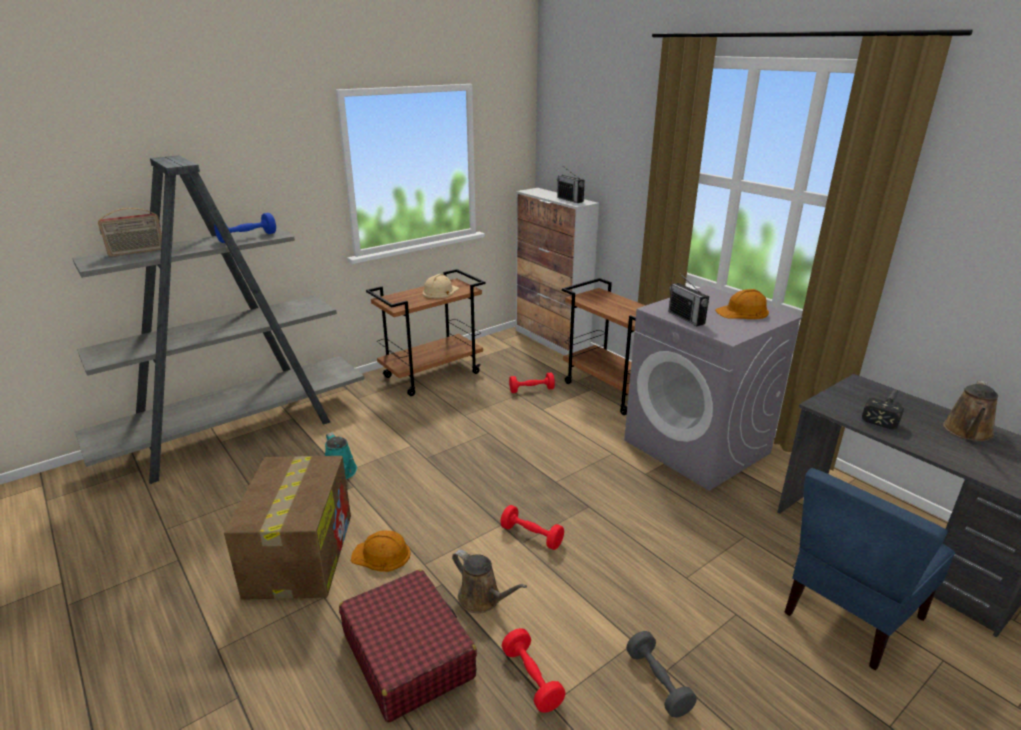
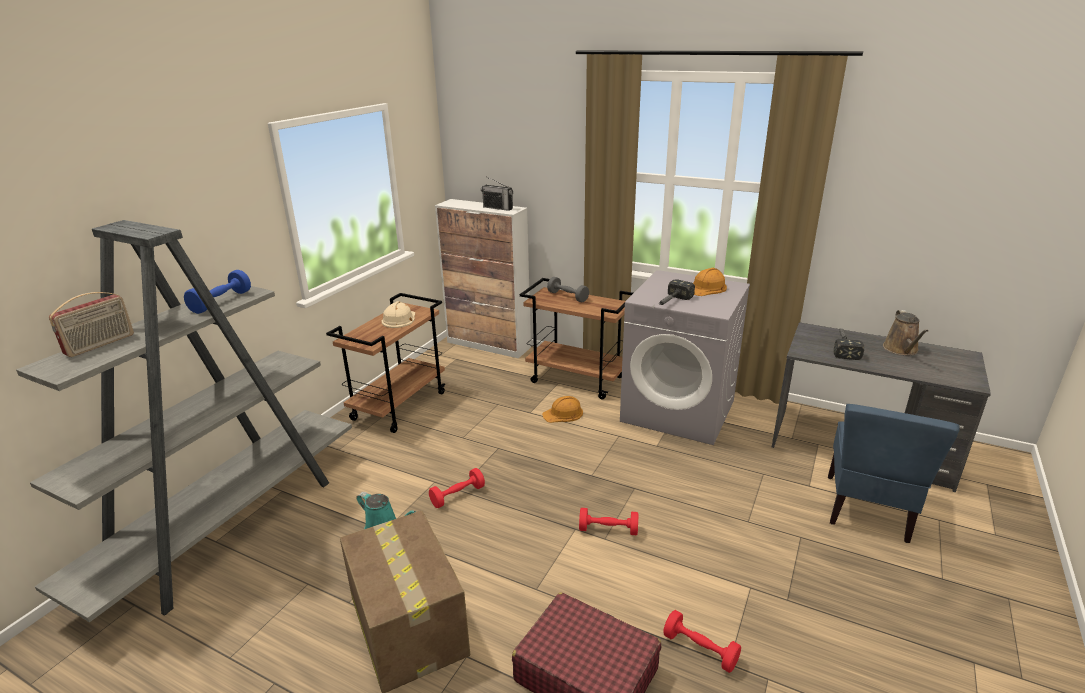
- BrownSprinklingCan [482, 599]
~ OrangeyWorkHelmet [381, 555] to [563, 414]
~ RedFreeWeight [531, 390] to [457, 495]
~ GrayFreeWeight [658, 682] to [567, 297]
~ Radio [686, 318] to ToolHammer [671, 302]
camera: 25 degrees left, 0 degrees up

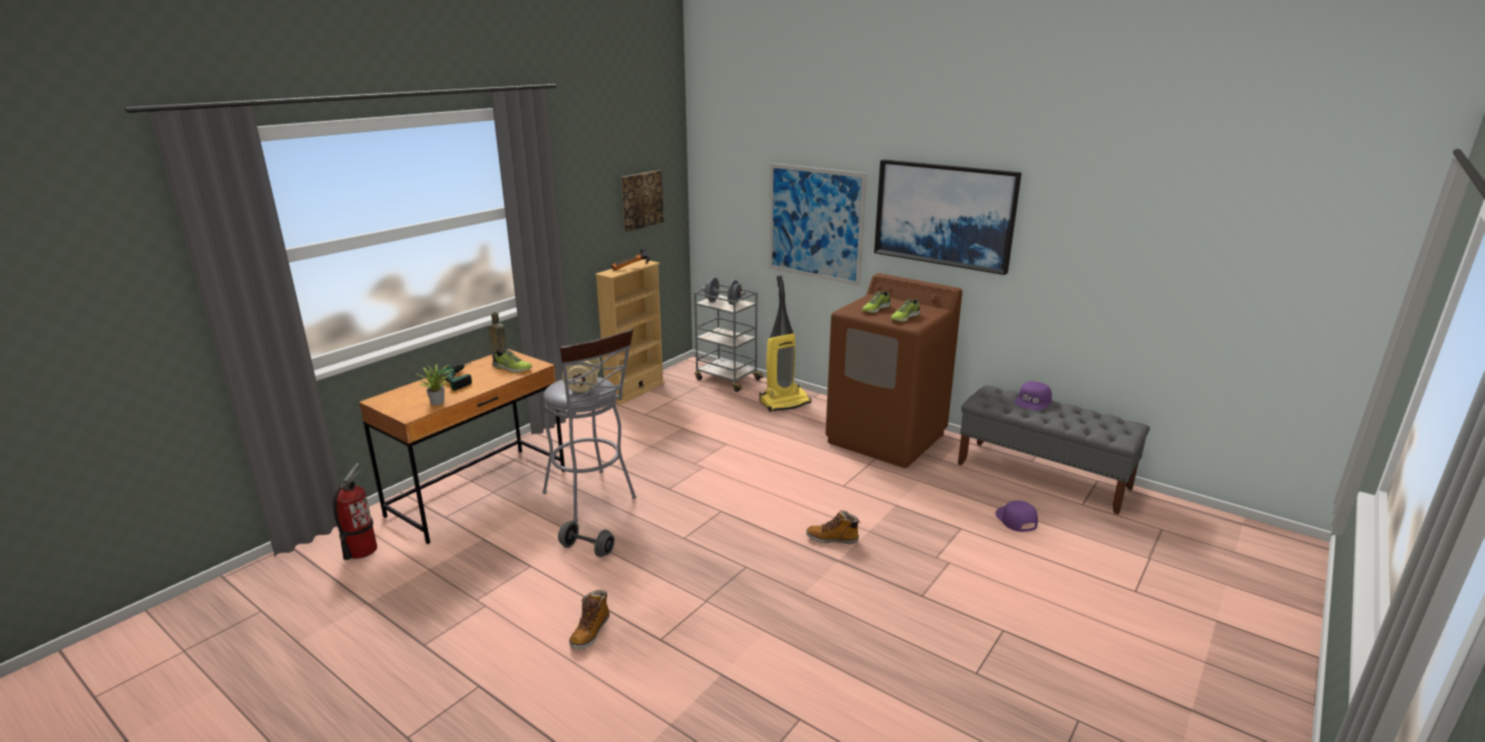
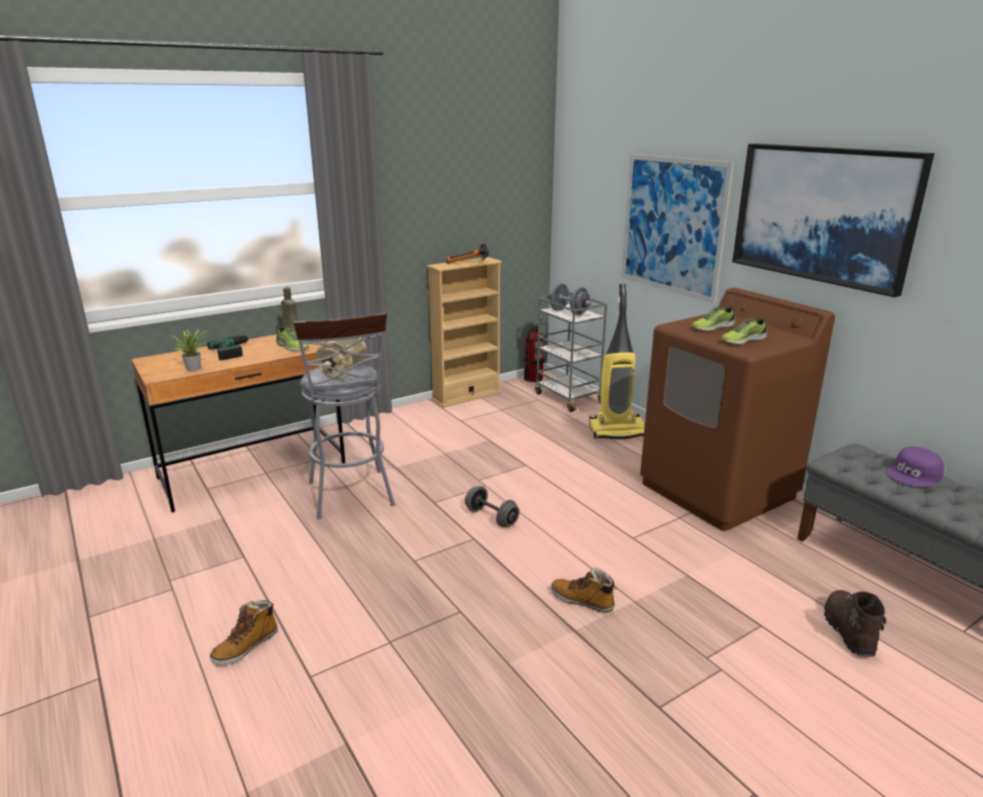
- WallArt [641, 200]
~ FireExtinguisher [361, 550] to [532, 378]
~ GrayFreeWeight [587, 550] to [491, 518]
~ PurplishBaseballCap [1015, 519] to BrownHighTopBoot [847, 631]
camera: 20 degrees right, 0 degrees up

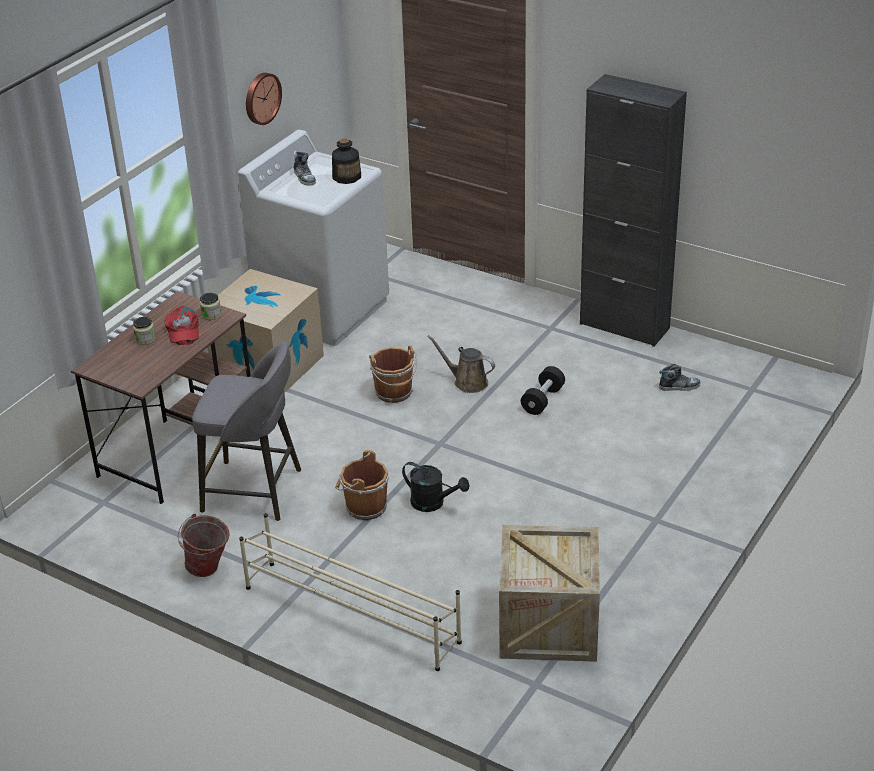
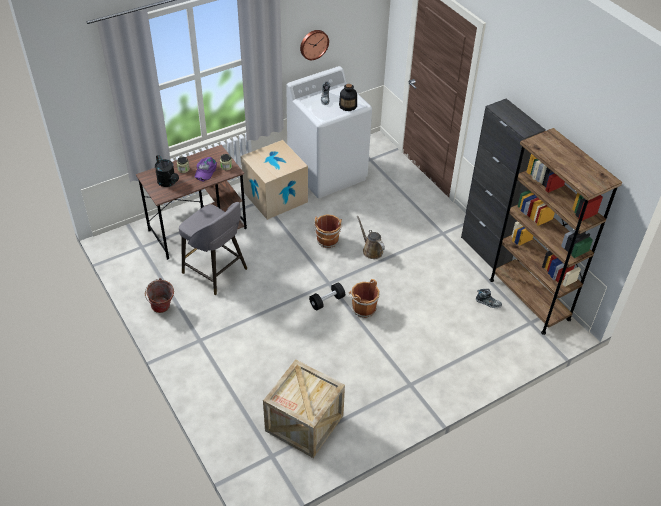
- BeigeColouredShoeRack [350, 614]
+ BrownBookshelf [529, 299]
~ BrownBucket [364, 507] to [363, 308]
~ BlackColouredSprinklingCan [433, 503] to [168, 183]
~ BlackColouredFreeWeight [542, 400] to [327, 301]
~ RedBaseballCap [182, 330] to PurplishBaseballCap [205, 171]
camera: 25 degrees right, 10 degrees up

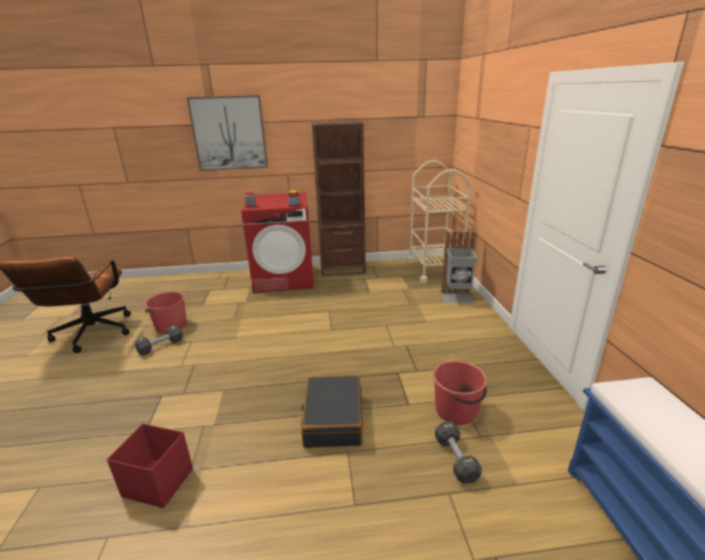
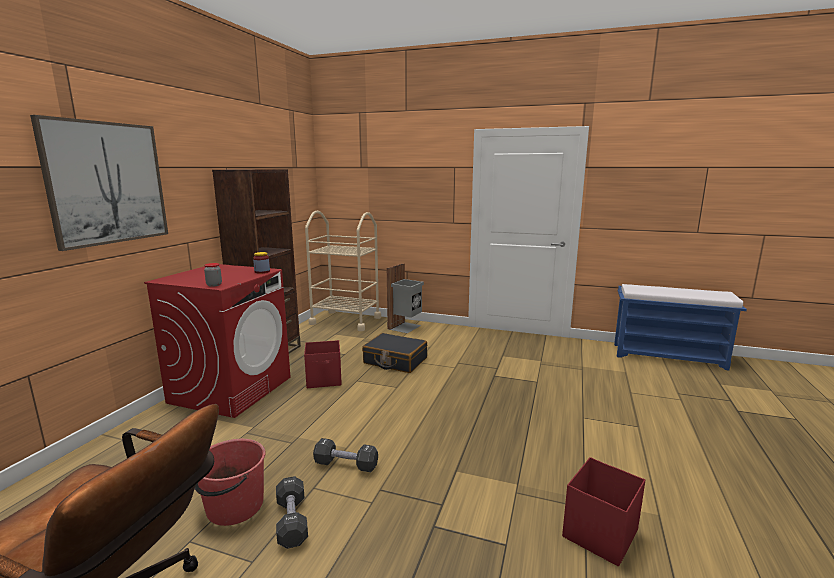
- RedBucket [457, 410]
+ RedStorageBin [324, 380]
~ BlackColouredTravelCase [333, 419] to [395, 361]
~ BlackColouredFreeWeight [456, 459] to [346, 465]
camera: 65 degrees left, 10 degrees down

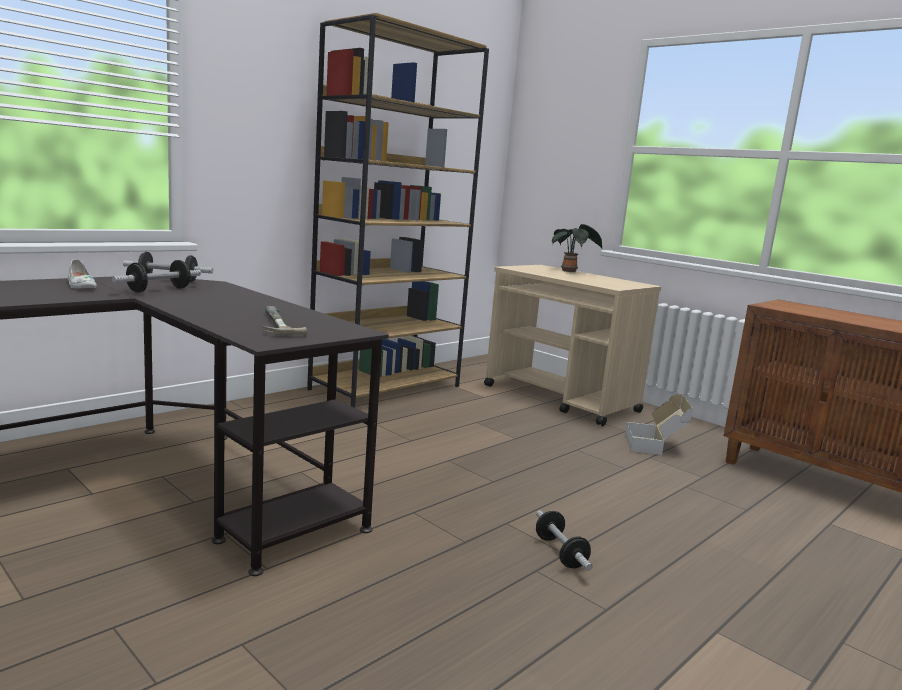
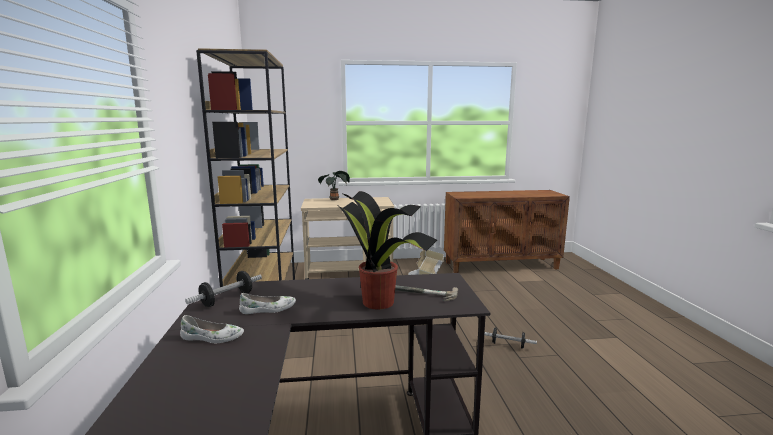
+ Houseplant [379, 303]
~ FreeWeight [159, 290] to WhitishShoe [268, 309]
camera: 50 degrees left, 0 degrees up

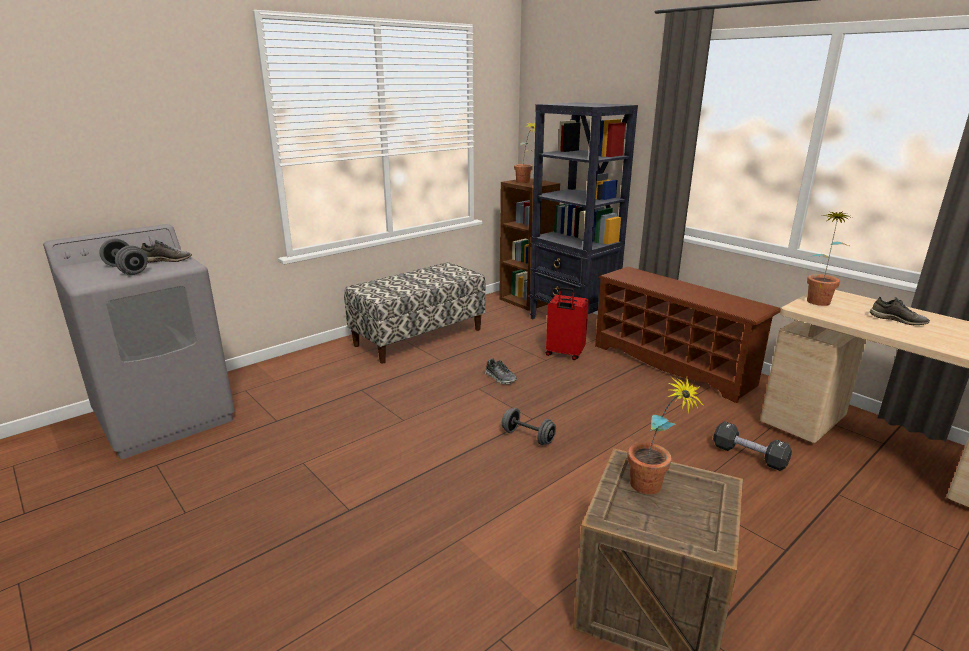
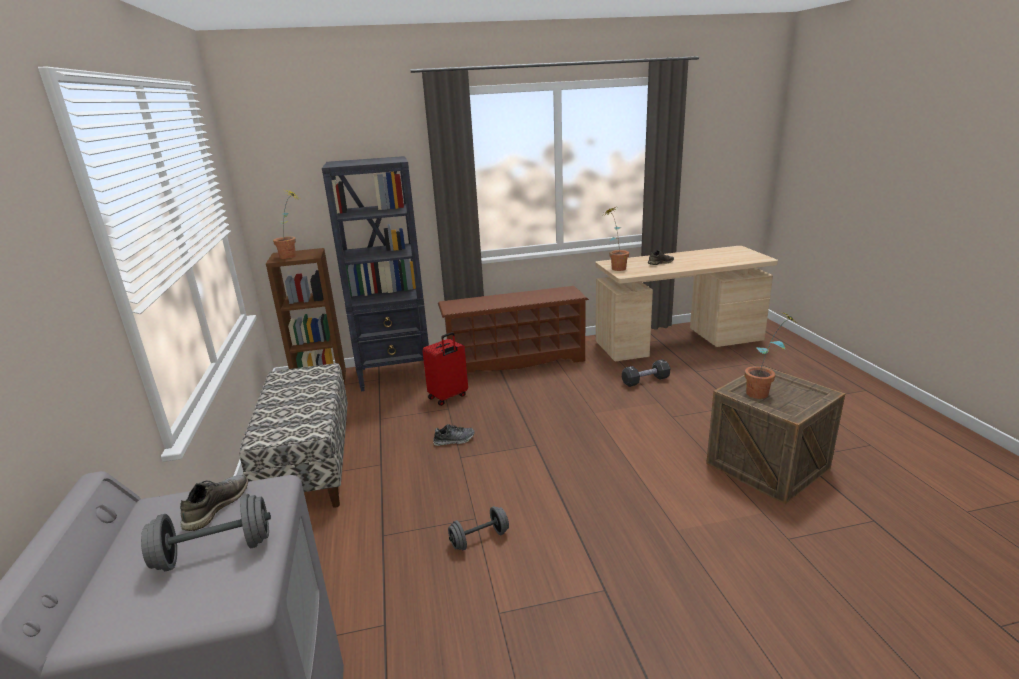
~ GrayFreeWeight [528, 437] to [479, 539]
camera: 60 degrees left, 0 degrees up

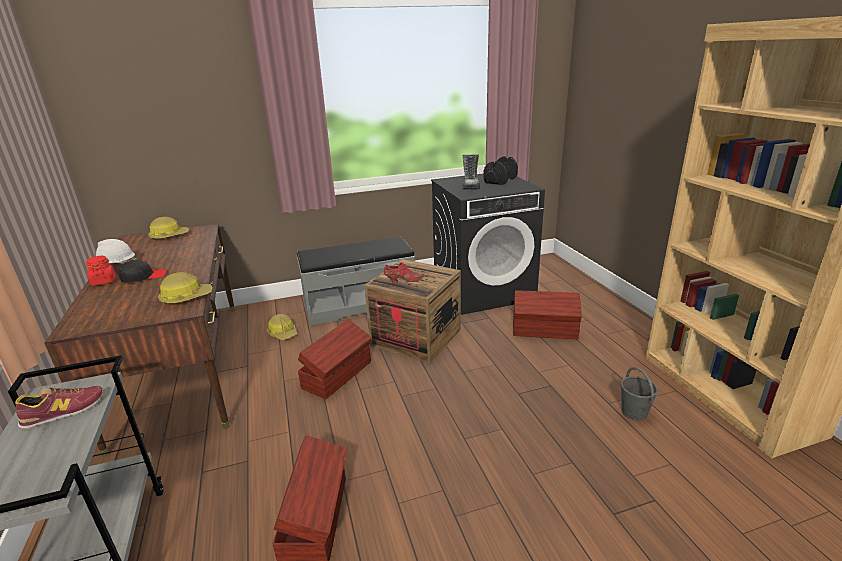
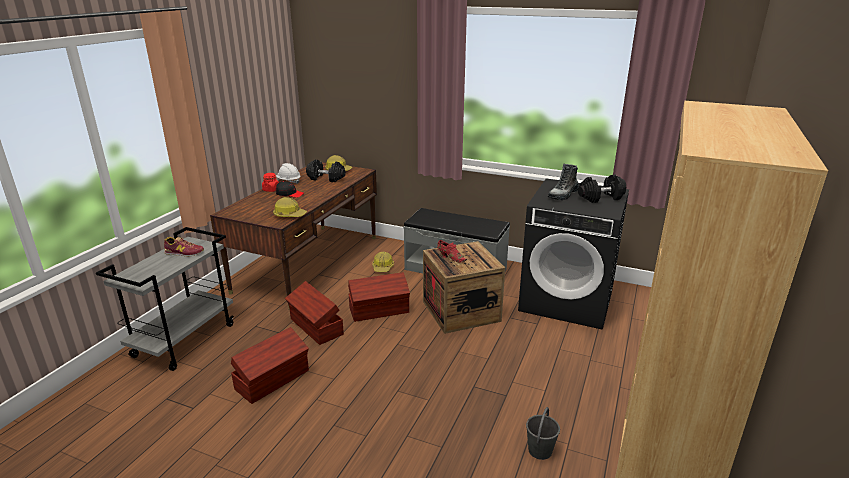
+ BlackColouredFreeWeight [326, 178]
~ BrownStorageBin [545, 330] to [316, 327]
camera: 40 degrees right, 0 degrees up

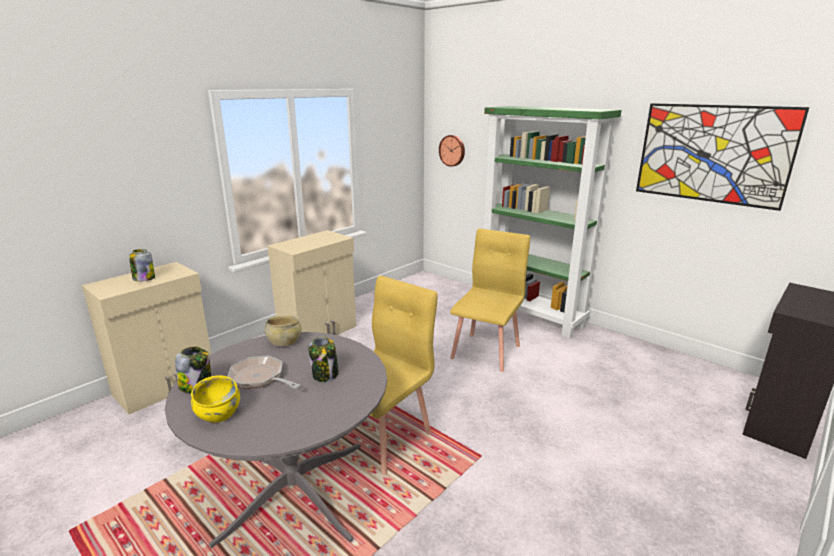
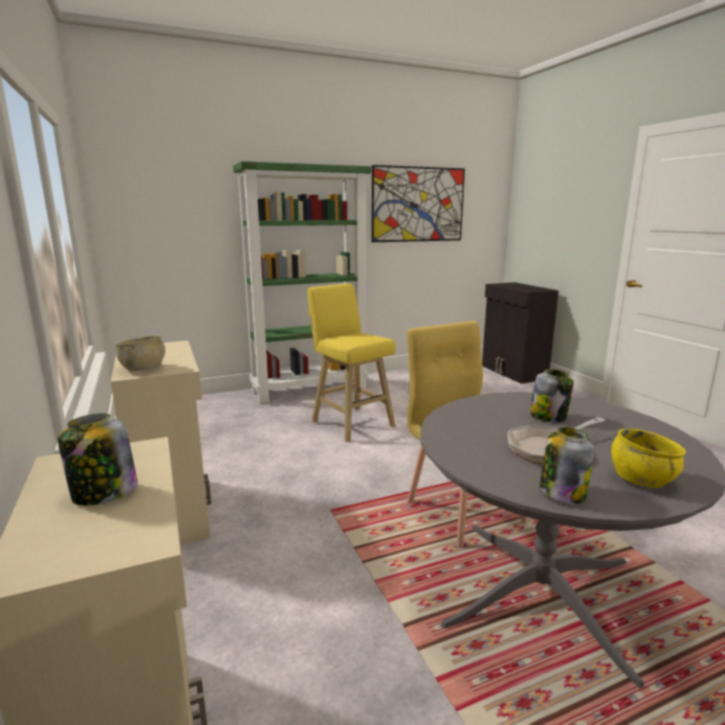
- ClockOnTheWall [452, 150]
~ BeigeColouredServingBowl [284, 342] to [143, 369]
~ YellowPlainChair [486, 351] to YellowStoolSeat [350, 422]
camera: 65 degrees left, 5 degrees down

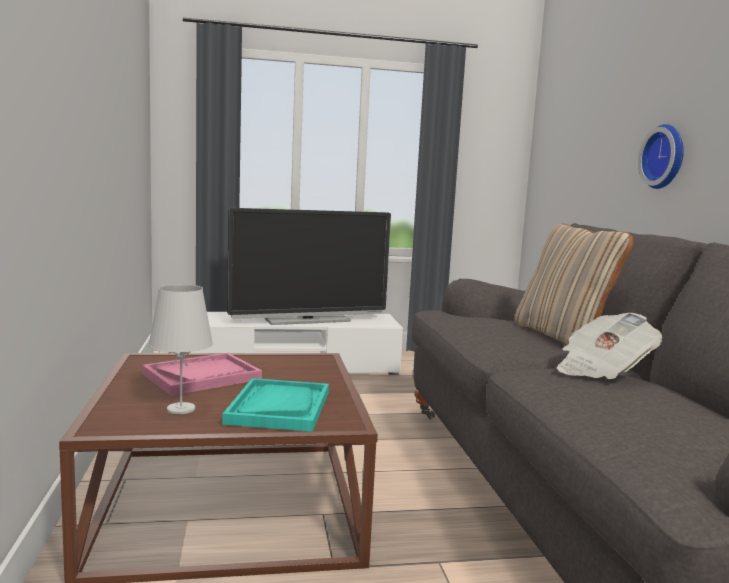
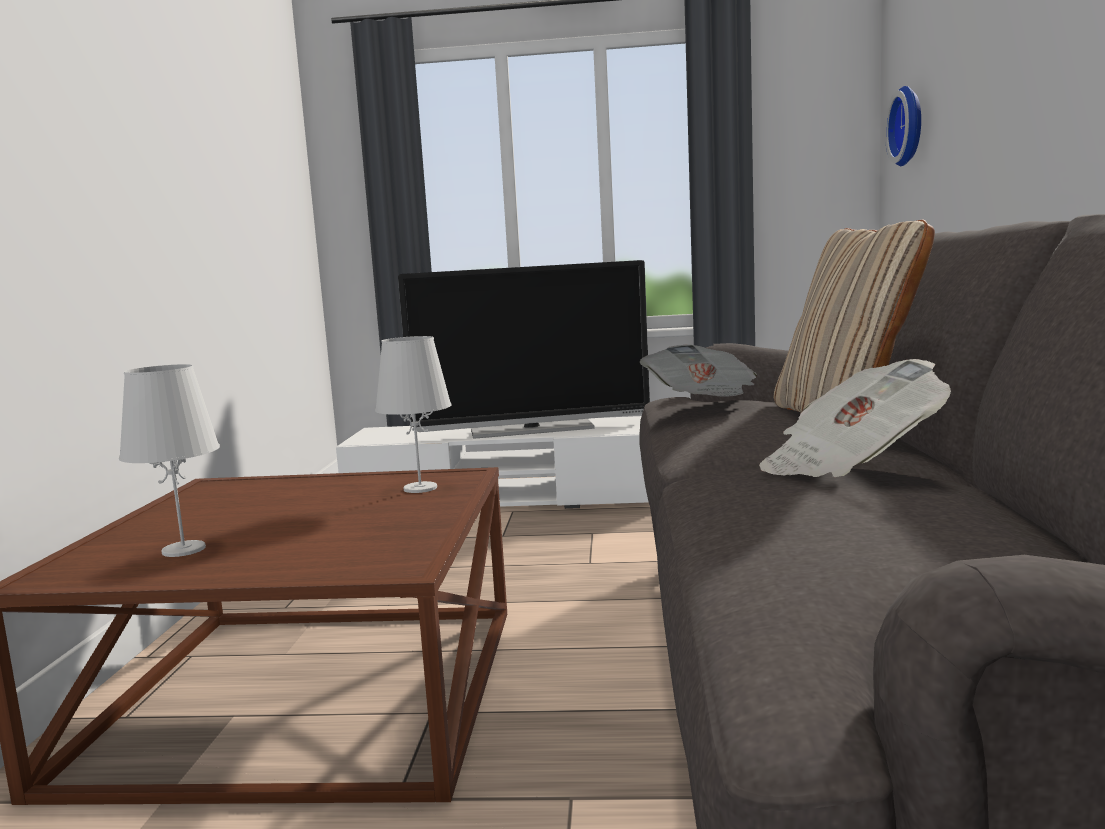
- PinkishServingTray [202, 376]
- TurquoiseColouredServingTray [279, 407]
+ WhitishTabletopLamp [420, 488]
+ PrintedPaper [702, 405]
~ ClockOnTheWall [666, 157] to [910, 126]
camera: 15 degrees right, 0 degrees up

